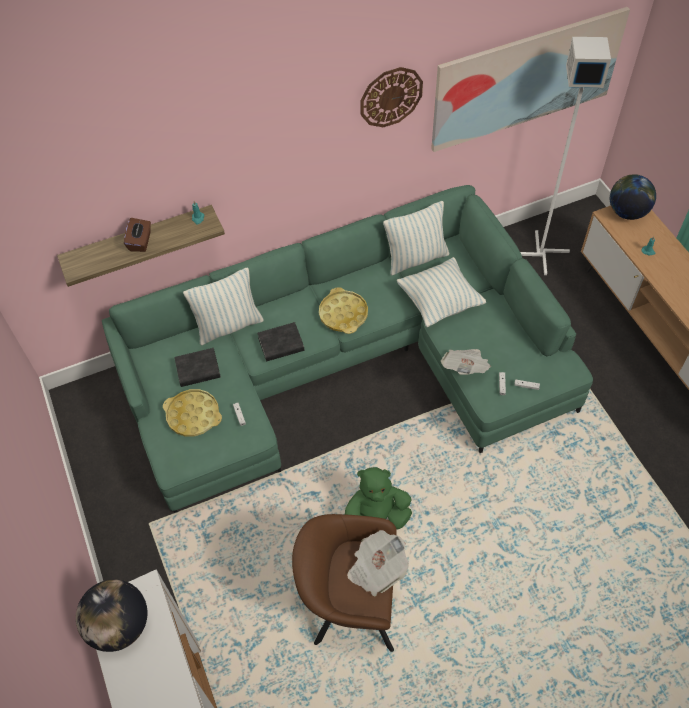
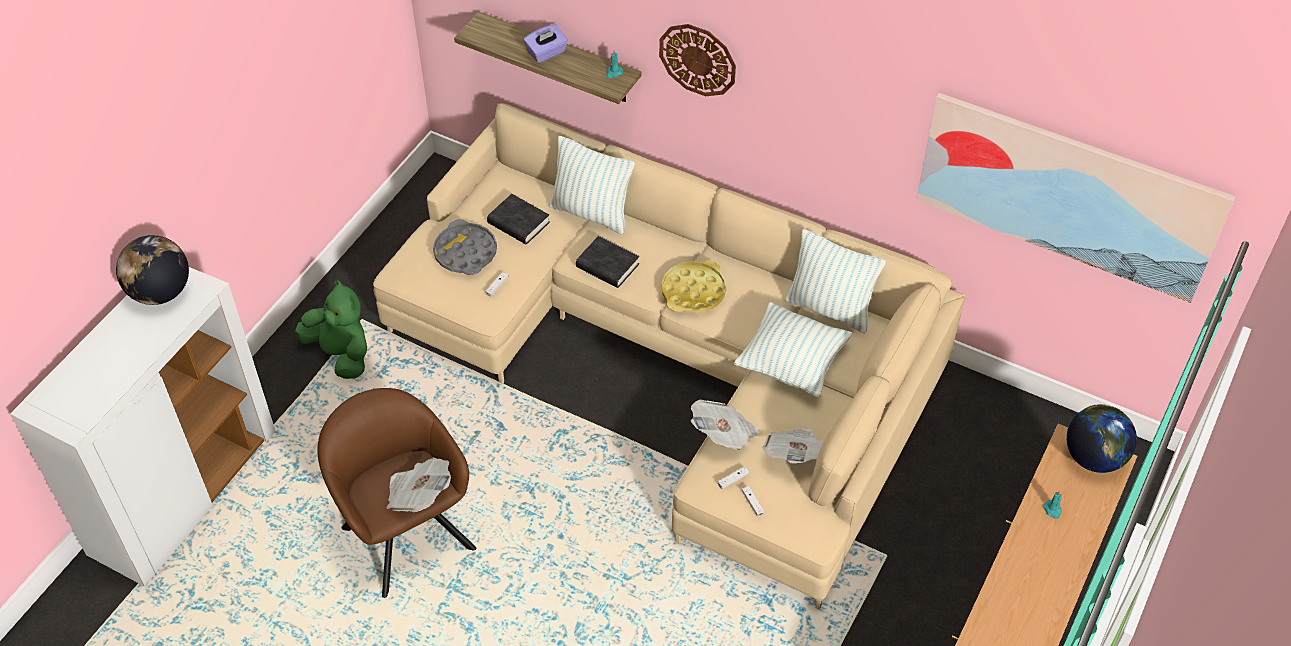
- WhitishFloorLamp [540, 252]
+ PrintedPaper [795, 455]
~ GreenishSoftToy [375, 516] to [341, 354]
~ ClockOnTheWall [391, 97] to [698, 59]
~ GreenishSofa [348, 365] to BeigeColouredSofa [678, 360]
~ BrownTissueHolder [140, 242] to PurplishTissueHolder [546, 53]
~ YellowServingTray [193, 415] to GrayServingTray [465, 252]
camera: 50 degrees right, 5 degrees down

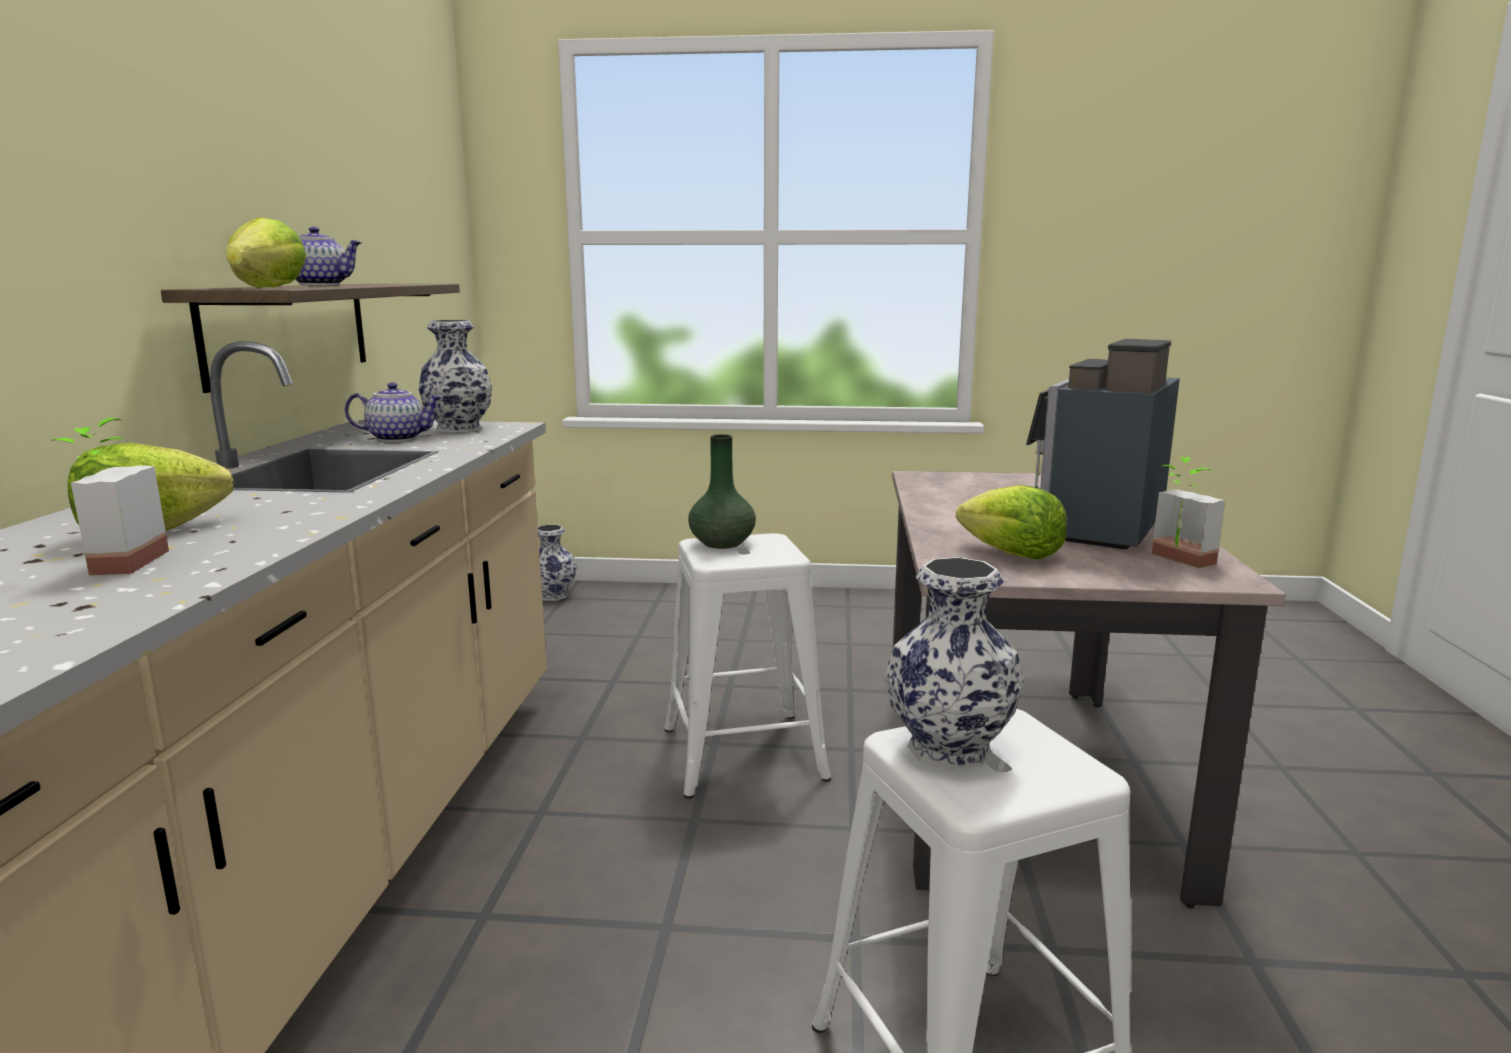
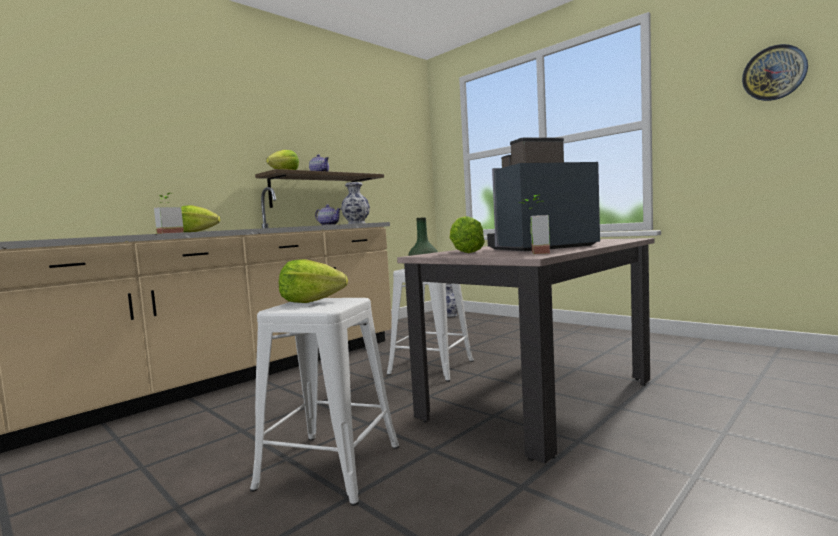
+ ClockOnTheWall [774, 73]
~ Vase [946, 748] to LettuceHead [311, 301]
camera: 40 degrees right, 10 degrees down

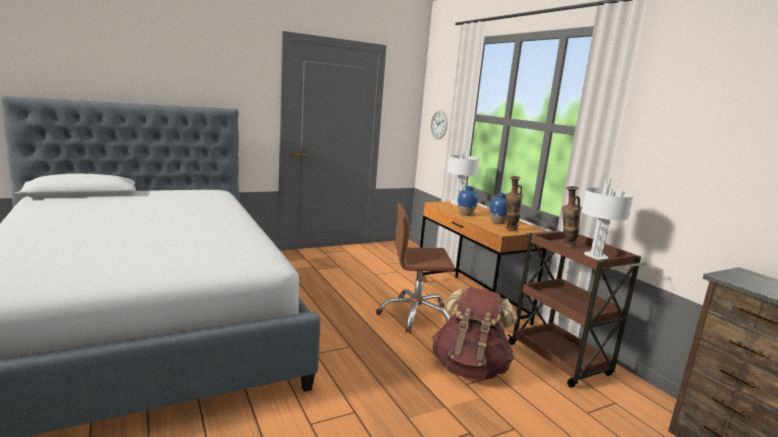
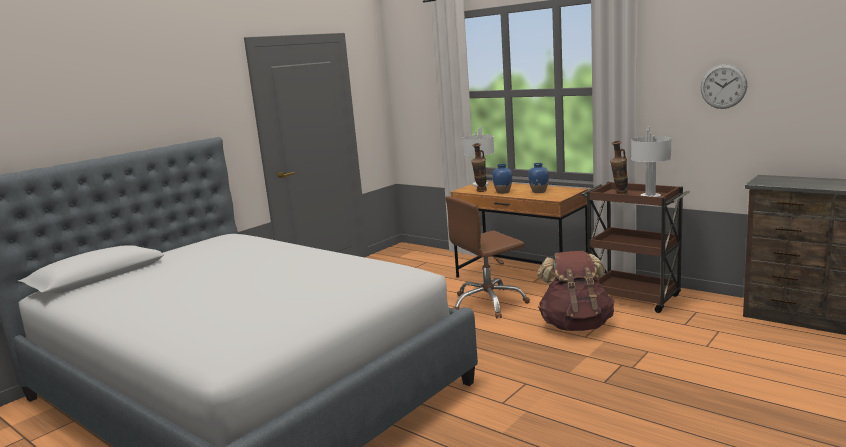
~ ClockOnTheWall [439, 124] to [723, 86]
~ Vase [509, 230] to [480, 191]
camera: 20 degrees left, 0 degrees up

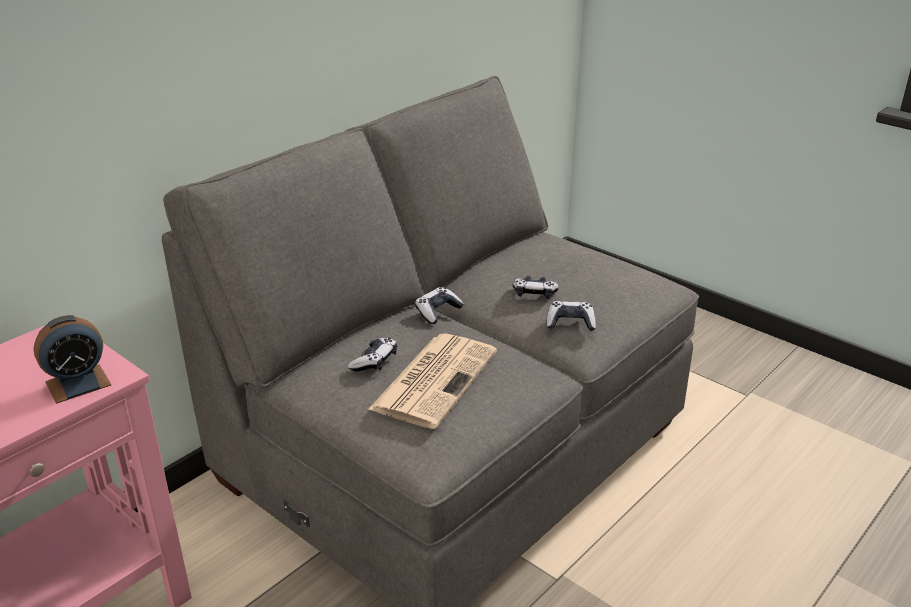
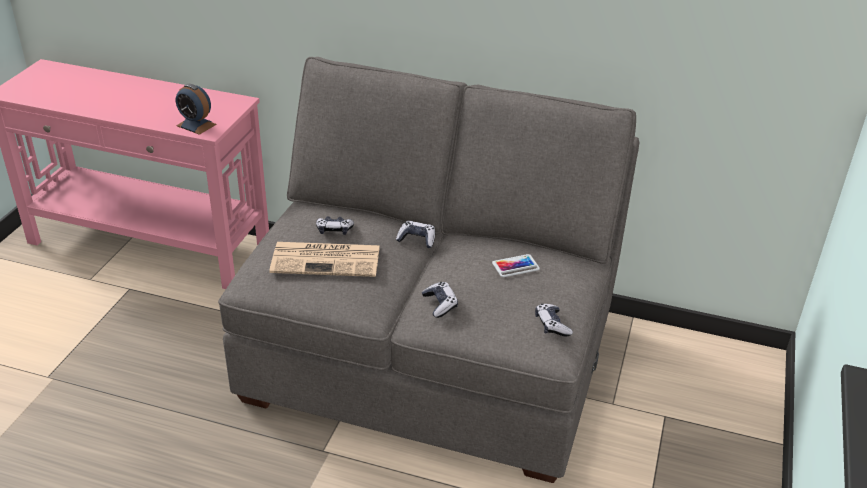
+ Phone [515, 266]
~ Gamepad [534, 294] to [552, 325]
camera: 65 degrees right, 5 degrees up

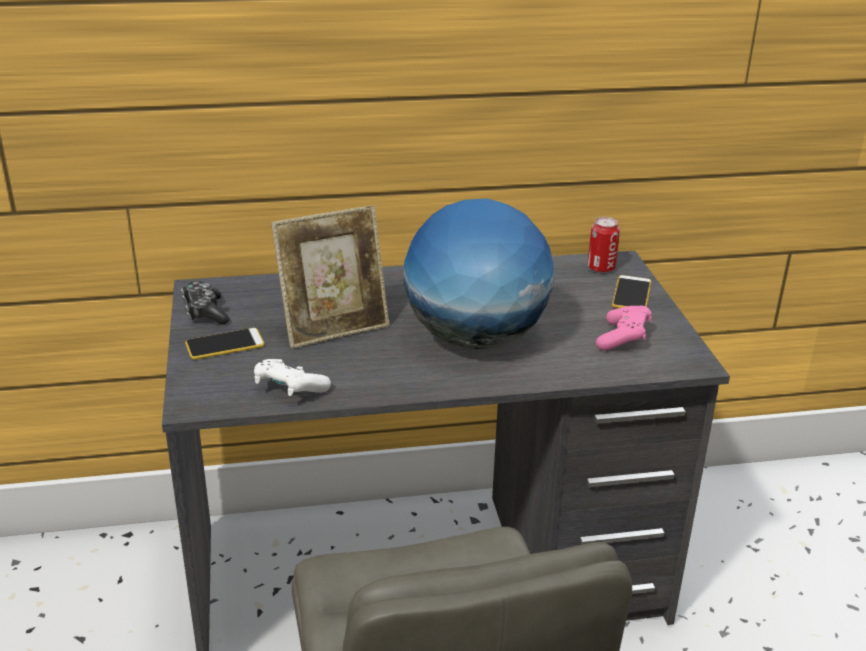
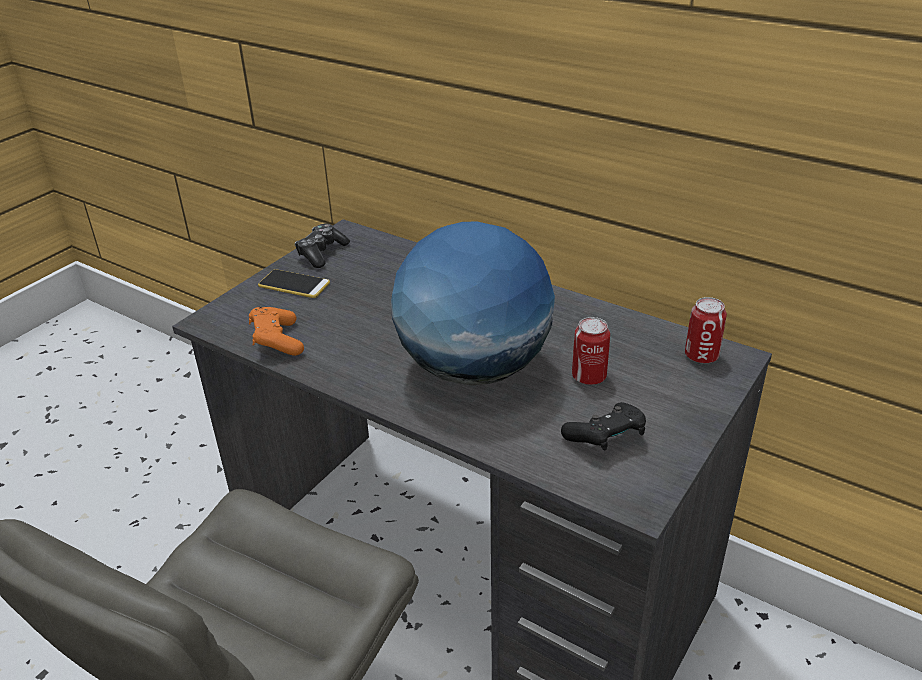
- PhotoFrame [334, 328]
- Phone [631, 294]
+ Can [589, 376]
~ WhitishGamepad [289, 390] to OrangeyGamepad [277, 341]
~ PinkishGamepad [623, 339] to BlackColouredGamepad [606, 438]
camera: 45 degrees right, 5 degrees up

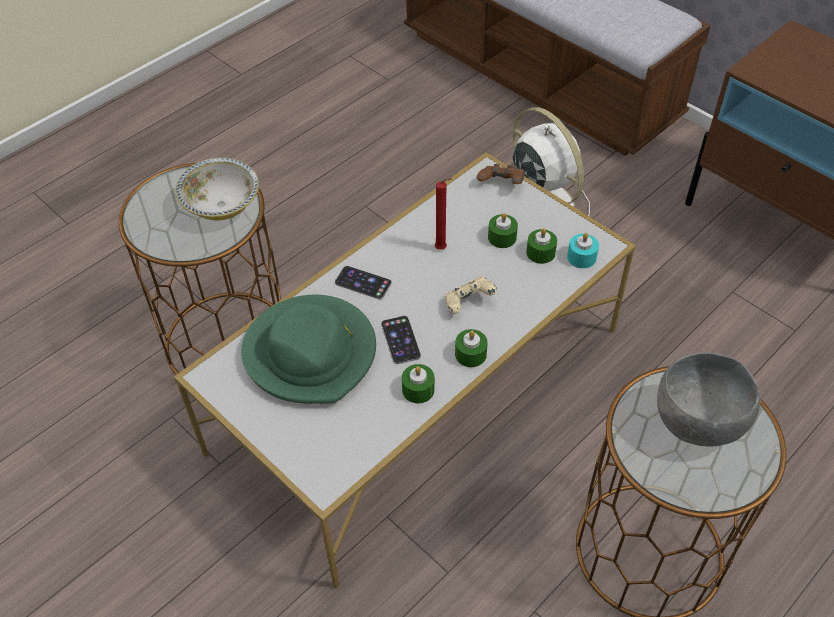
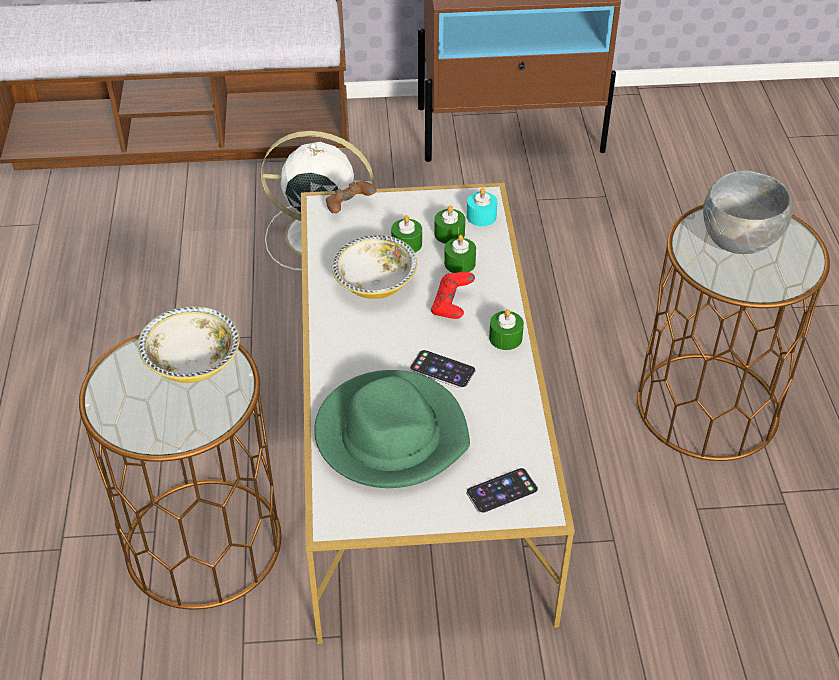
~ Phone [363, 283] to [502, 491]
~ GreenishCandle [418, 389] to [459, 263]
~ RedCandle [442, 249] to ServingBowl [375, 284]
~ BeigeColouredGamepad [468, 303] to RedGamepad [452, 306]
camera: 50 degrees left, 5 degrees down

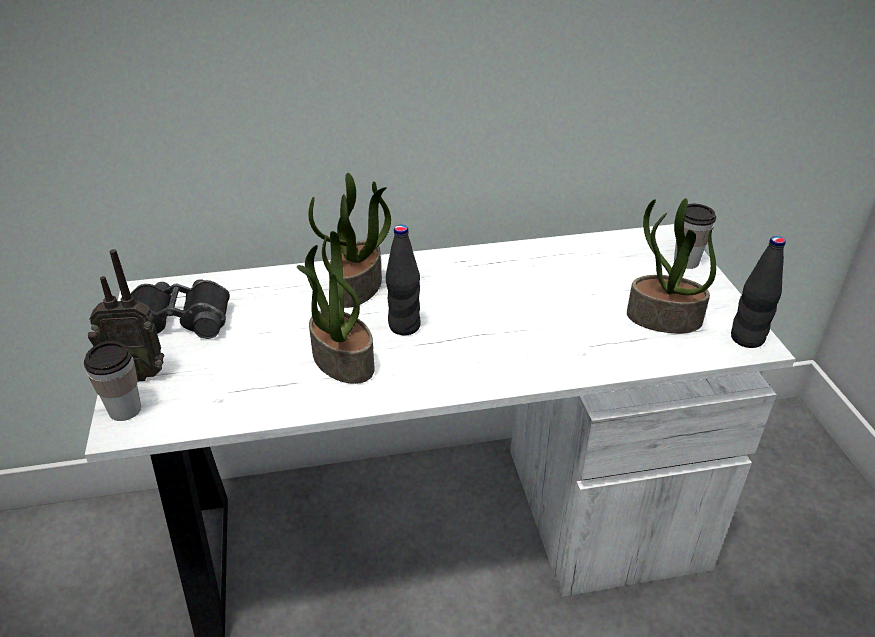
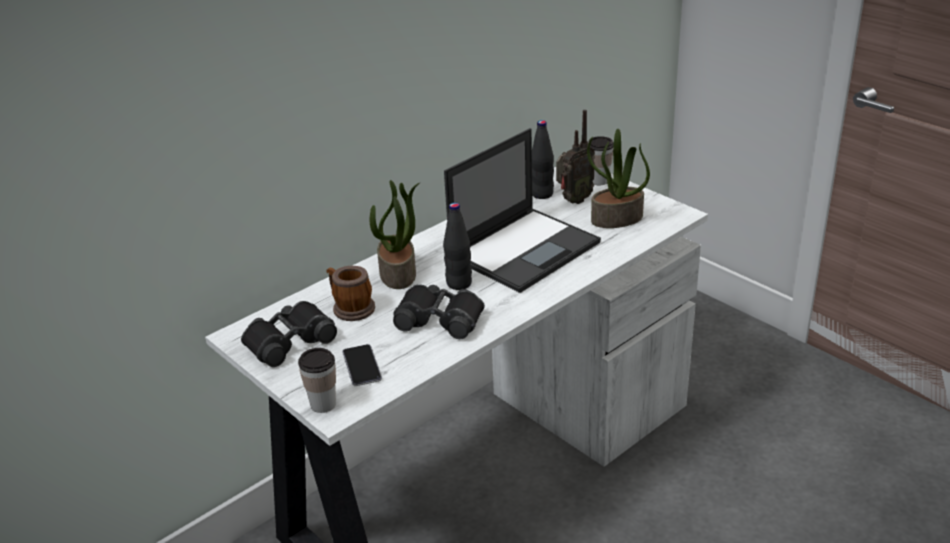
+ CoffeeMug [350, 308]
+ Phone [361, 366]
+ NotebookComputer [525, 249]
~ Radio [137, 373] to [573, 200]
~ BlackColouredBeverageBottle [747, 338] to [542, 194]
~ Houseplant [341, 361] to BlackColouredFieldGlasses [440, 319]
camera: 30 degrees left, 5 degrees down

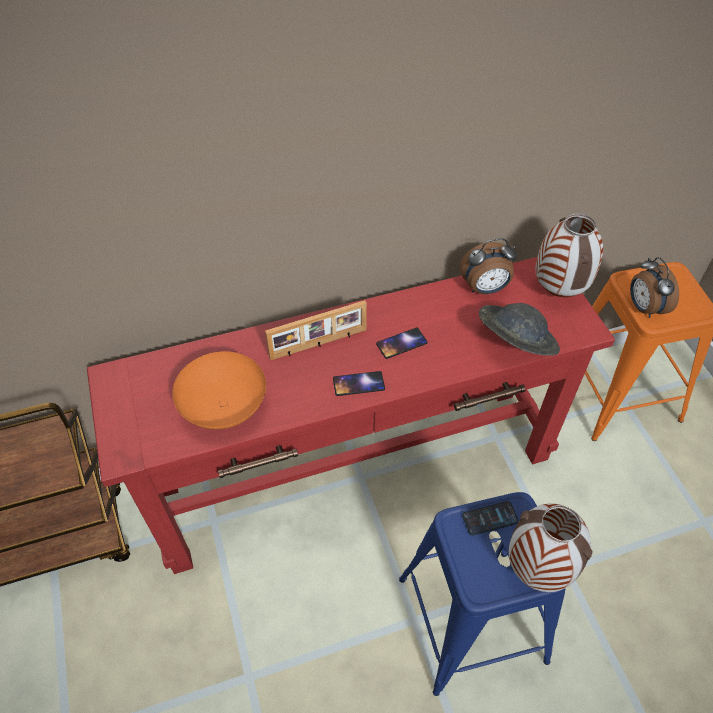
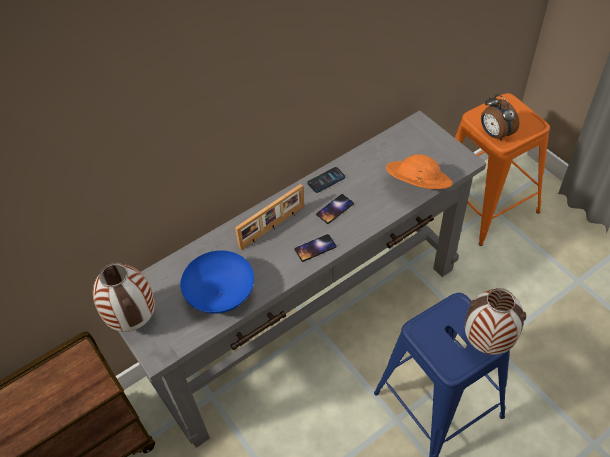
- TableClock [485, 289]
~ Phone [490, 518] to [326, 180]
~ Vase [559, 292] to [135, 321]
~ RedHallTable [355, 471] to GrayHallTable [309, 324]
~ OrangeyServingBowl [224, 408] to BlueServingBowl [221, 296]
~ GrayHat [514, 343] to OrangeyHat [417, 185]
camera: 15 degrees left, 0 degrees up

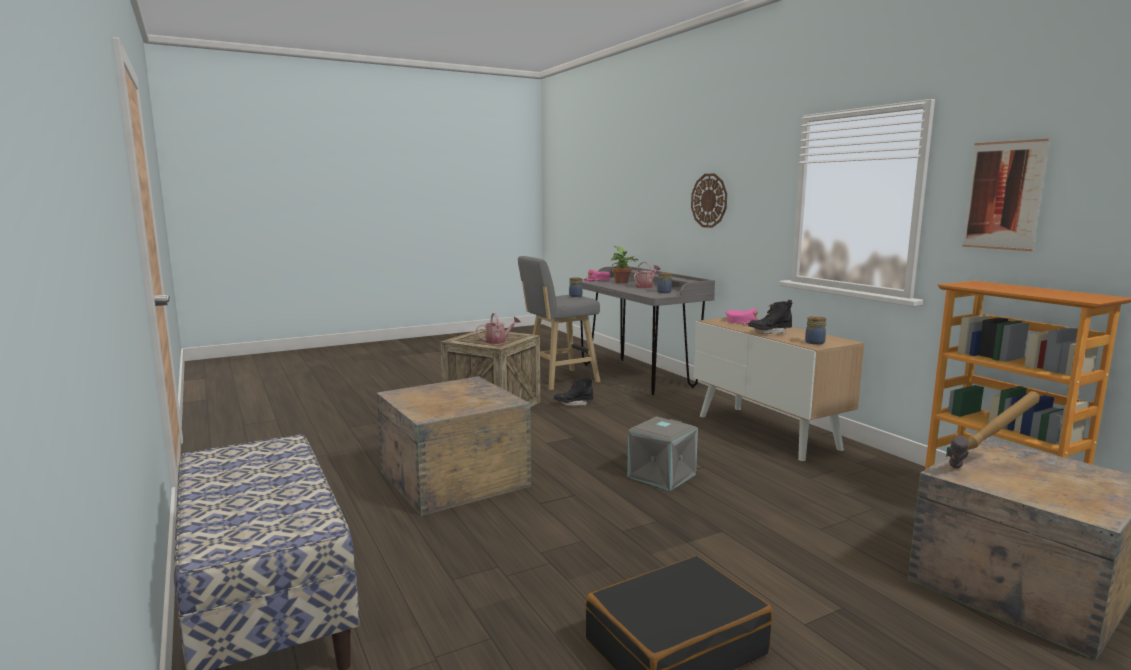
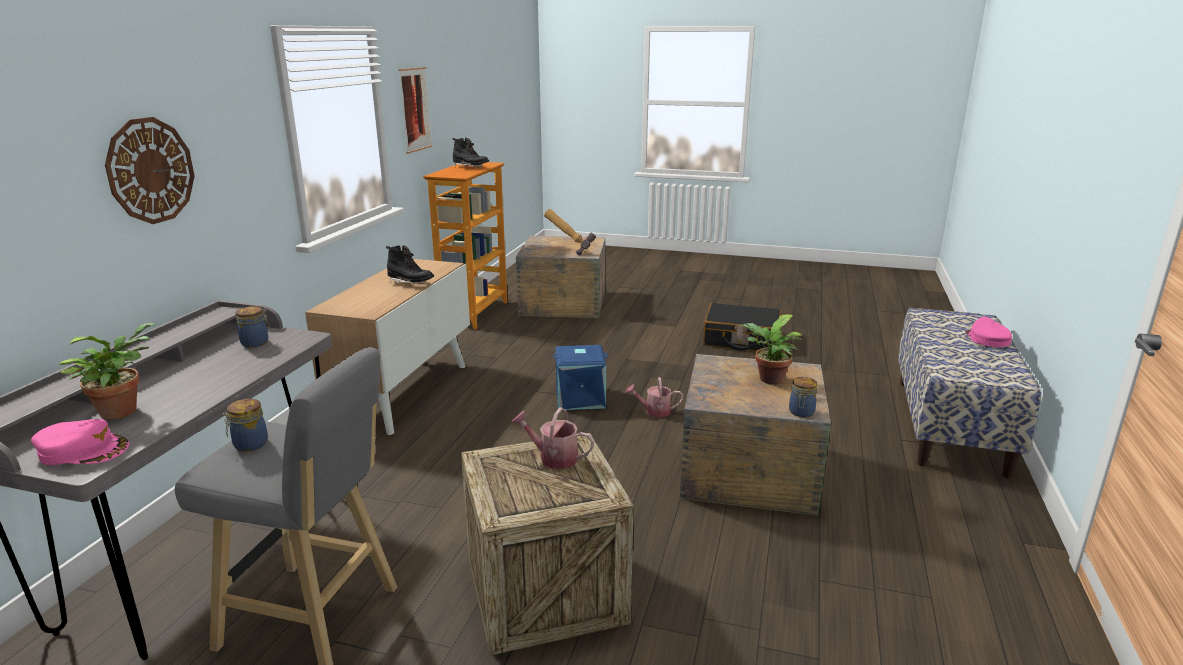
+ Houseplant [768, 380]
~ BlackColouredHighTopBoot [573, 404] to [470, 168]
~ SprinklingCan [645, 286] to [654, 411]
~ PinkishBaseballCap [744, 322] to [987, 339]
~ Jar [814, 342] to [801, 413]
~ GrayStorageBin [662, 476] to BlueStorageBin [580, 397]
camera: 135 degrees left, 10 degrees up

